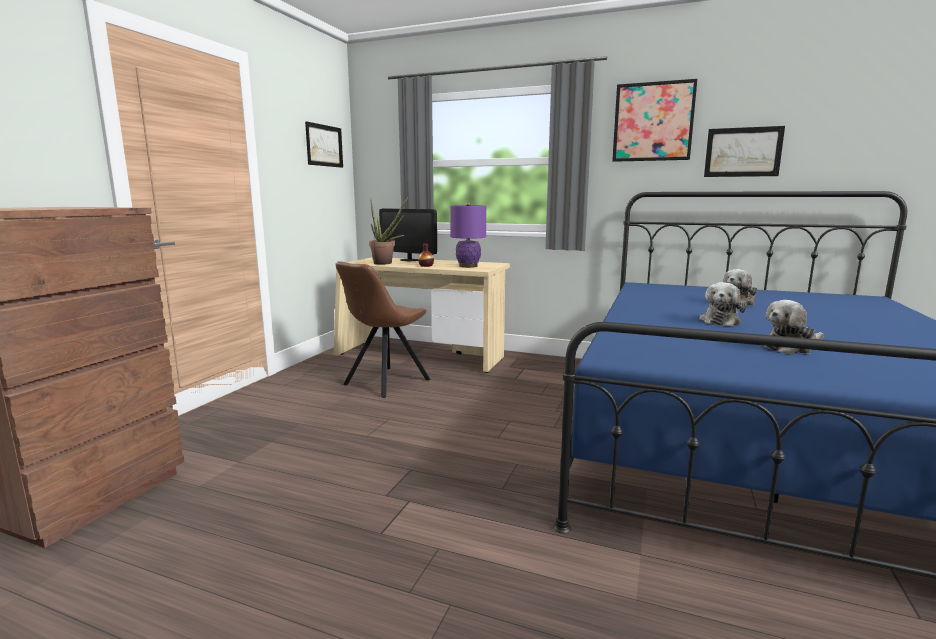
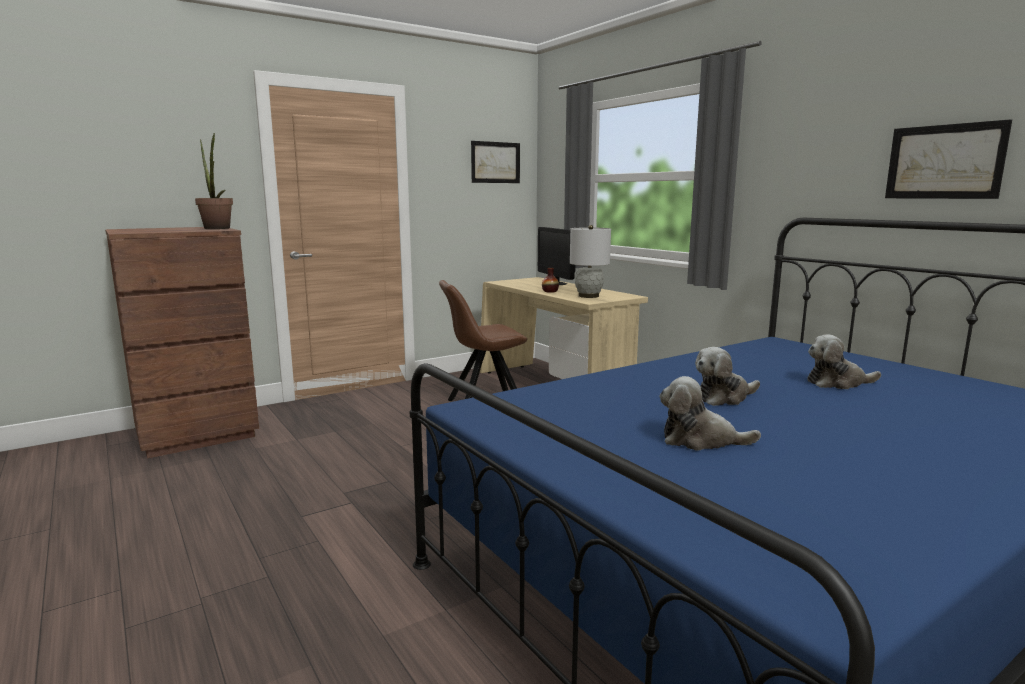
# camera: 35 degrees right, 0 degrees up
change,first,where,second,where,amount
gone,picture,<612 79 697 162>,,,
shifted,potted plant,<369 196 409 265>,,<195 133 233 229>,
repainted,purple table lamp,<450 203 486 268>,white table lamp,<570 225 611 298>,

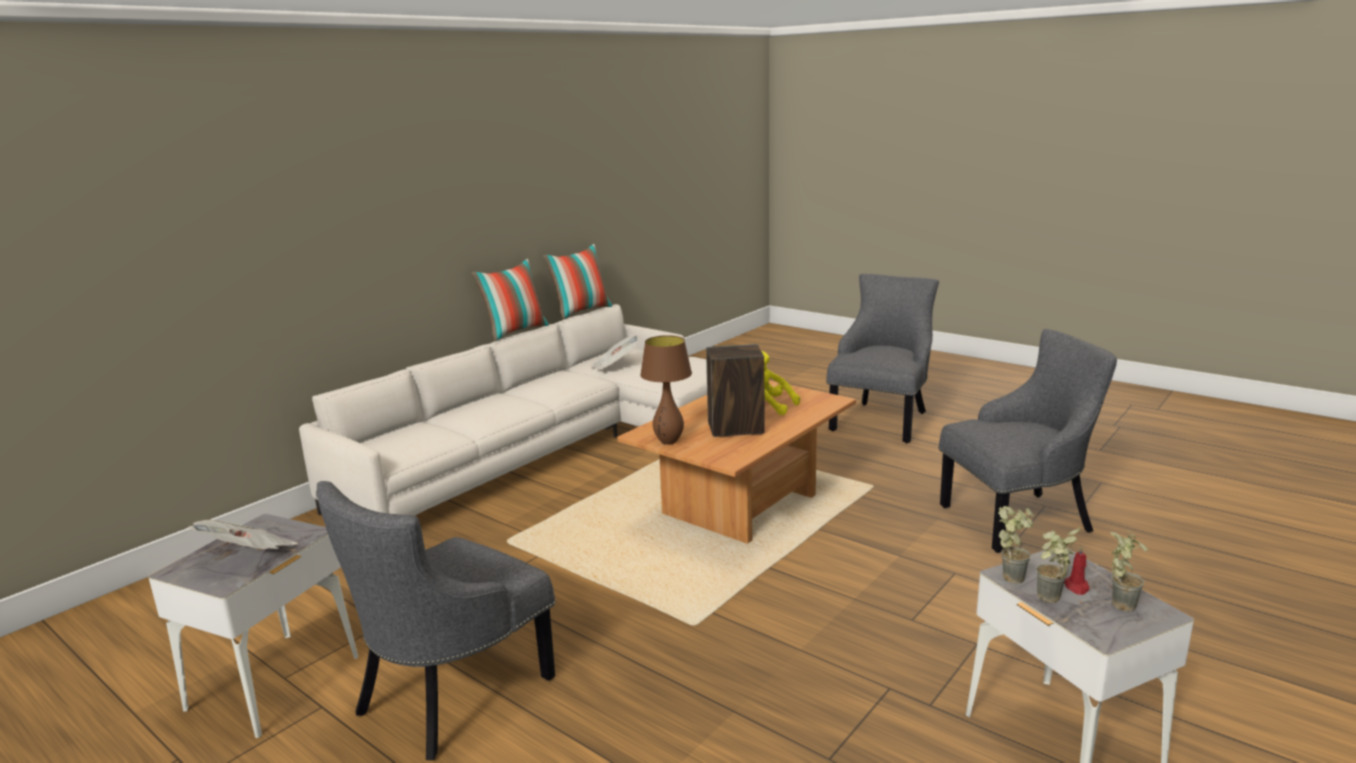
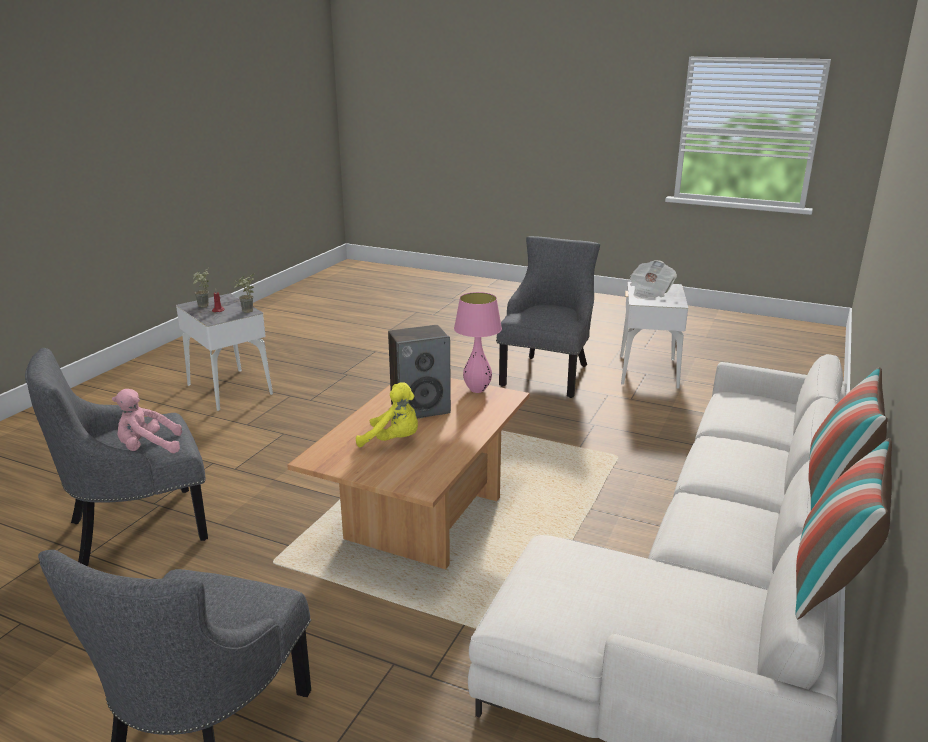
# camera: 165 degrees right, 5 degrees up
change,first,where,second,where,amount
repainted,brown table lamp,<640 335 692 445>,pink table lamp,<454 292 502 393>,
gone,newspaper,<590 336 640 370>,,,
gone,potted plant,<1036 527 1080 603>,,,
new,,,pink plush toy,<112 389 182 453>,

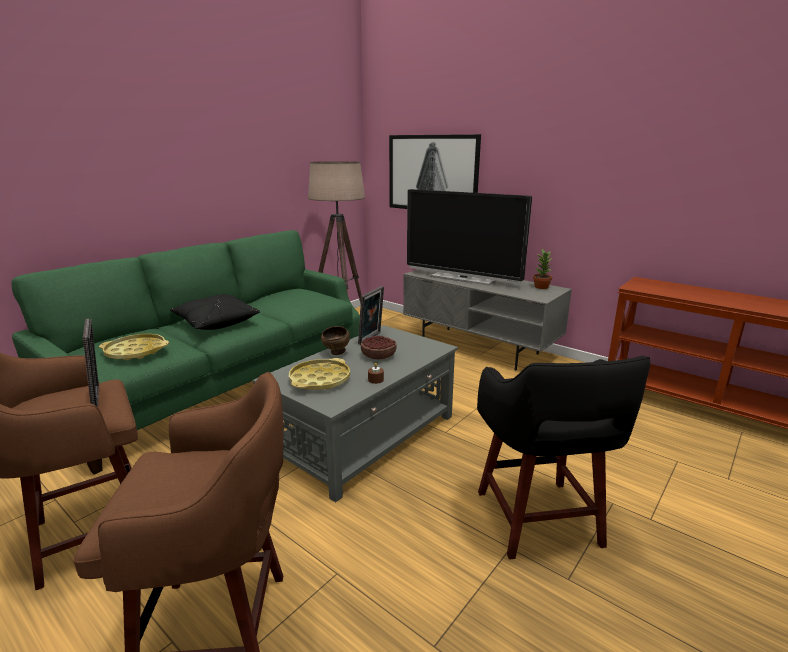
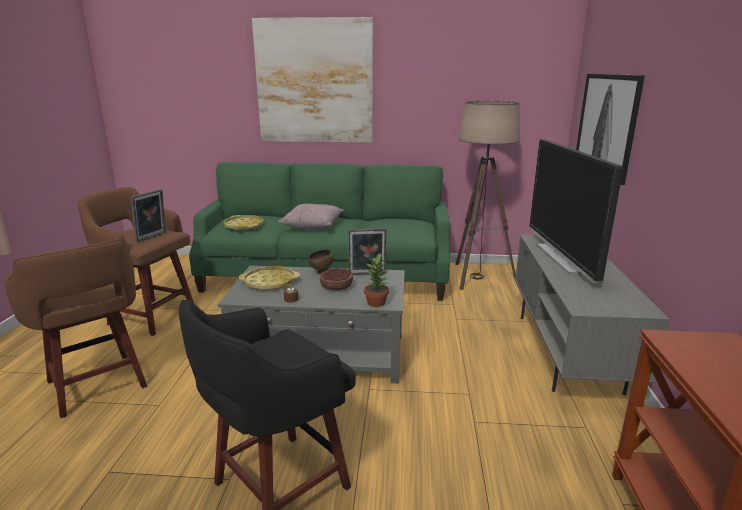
# camera: 55 degrees right, 0 degrees up
change,first,where,second,where,amount
shifted,potted plant,<533 249 552 289>,,<364 253 390 307>,
repainted,black pillow,<170 294 260 330>,purple pillow,<278 203 344 230>,
new,,,picture,<252 17 373 143>,

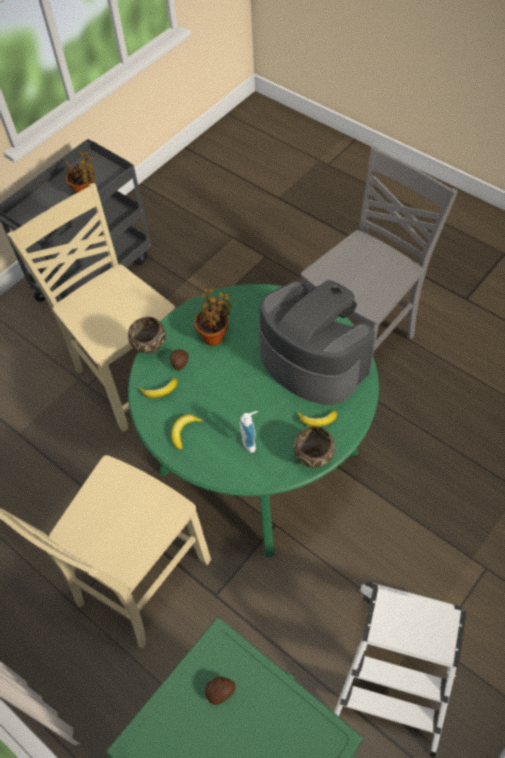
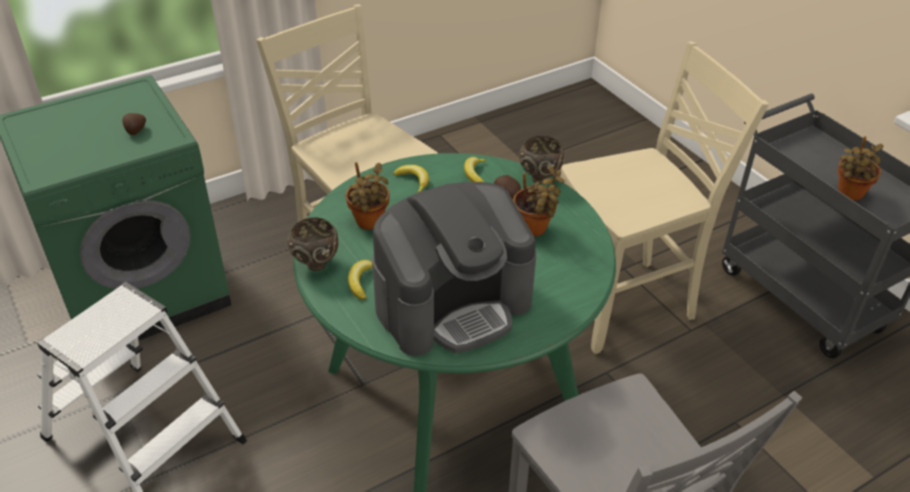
# camera: 105 degrees right, 15 degrees down
change,first,where,second,where,amount
swapped,soap dispenser,<240 411 258 453>,potted plant,<345 162 390 230>,

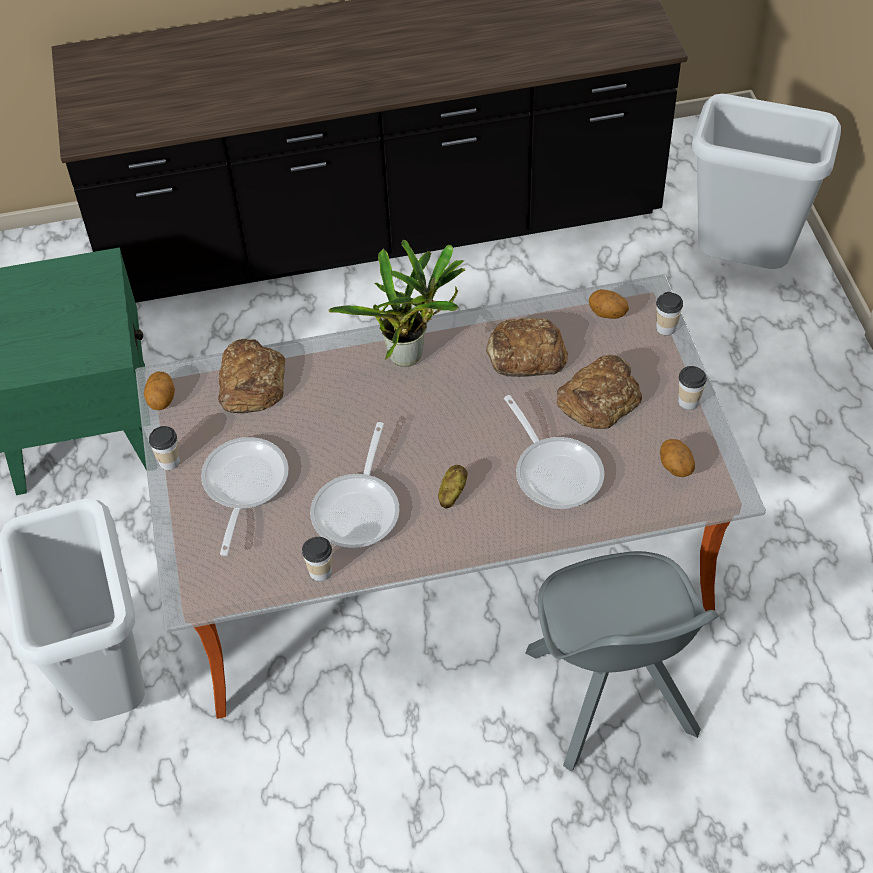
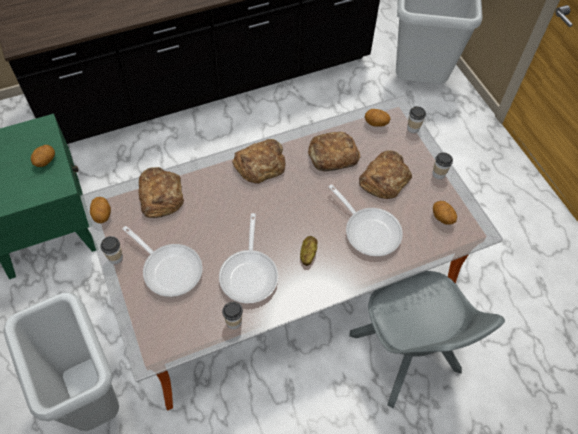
# camera: 15 degrees left, 5 degrees up
change,first,where,second,where,amount
swapped,potted plant,<328 240 465 367>,bread,<232 139 286 184>,
rotated,frying pan,<201 437 289 556>,,<122 226 203 297>,135 degrees clockwise
new,,,potato,<31 145 55 167>,

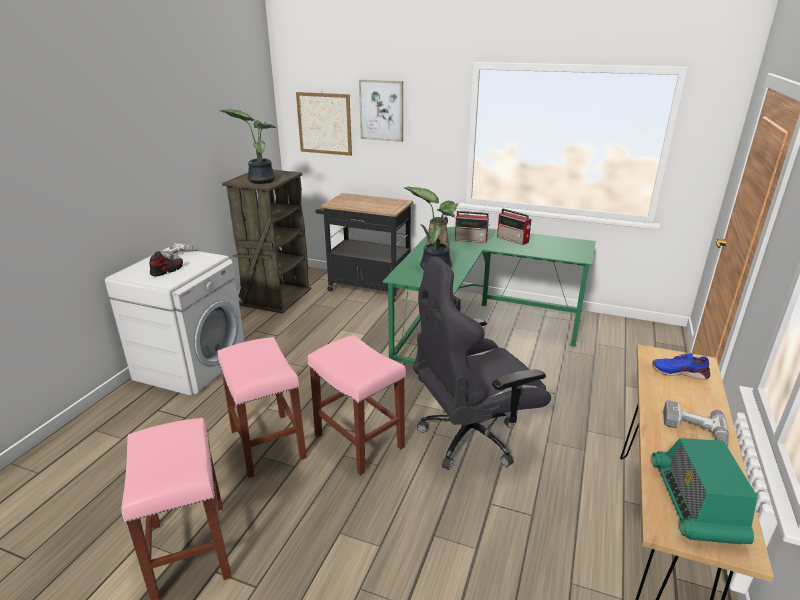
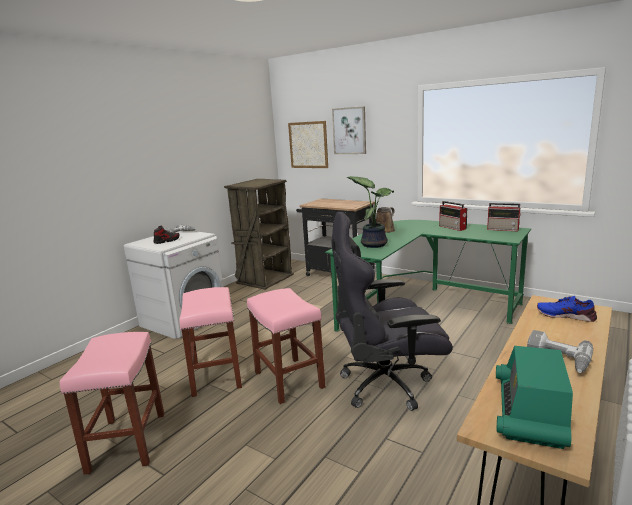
# camera: 15 degrees right, 10 degrees down
change,first,where,second,where,amount
gone,potted plant,<220 109 277 184>,,,
shifted,radio,<455 211 490 243>,,<487 203 522 231>,

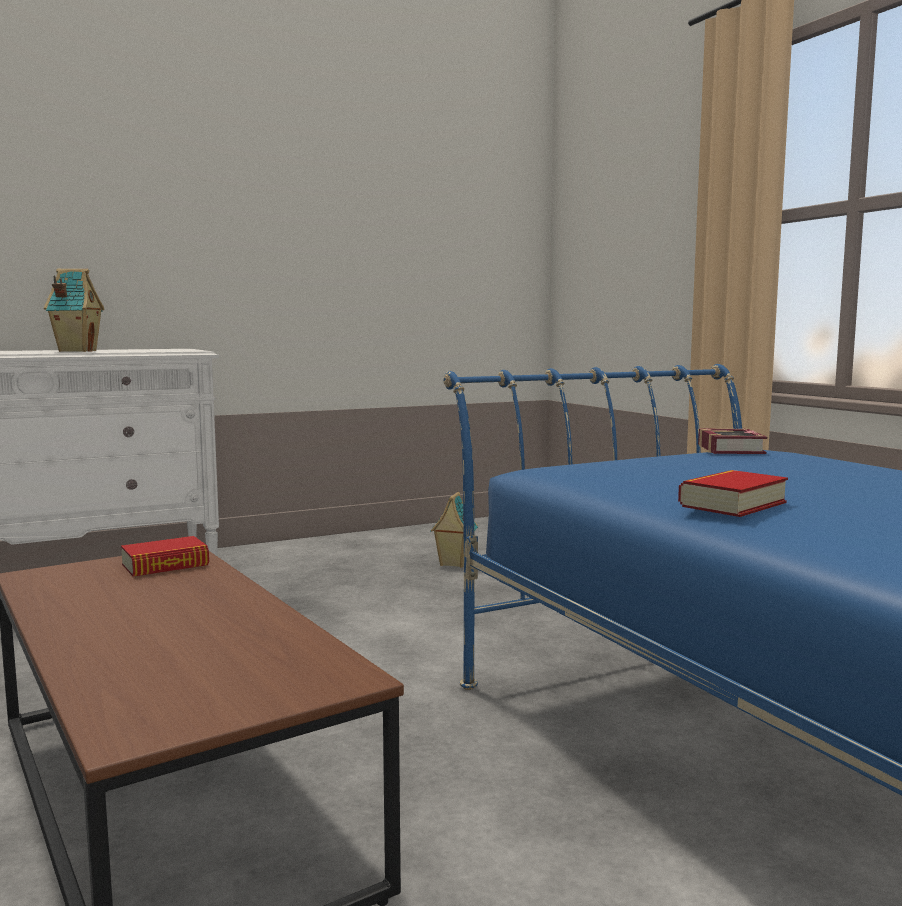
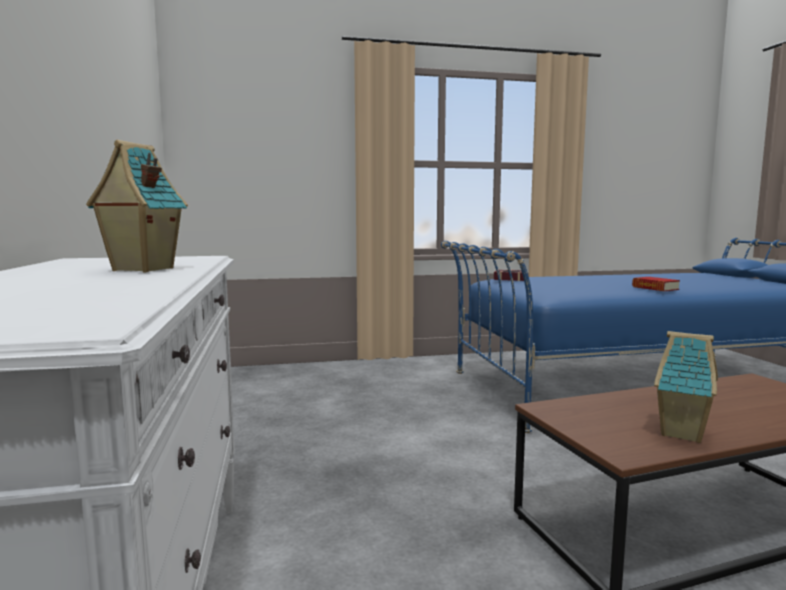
# camera: 75 degrees left, 0 degrees up
change,first,where,second,where,amount
shifted,toy house,<430 492 478 568>,,<654 331 718 443>,
gone,book,<121 536 209 577>,,,

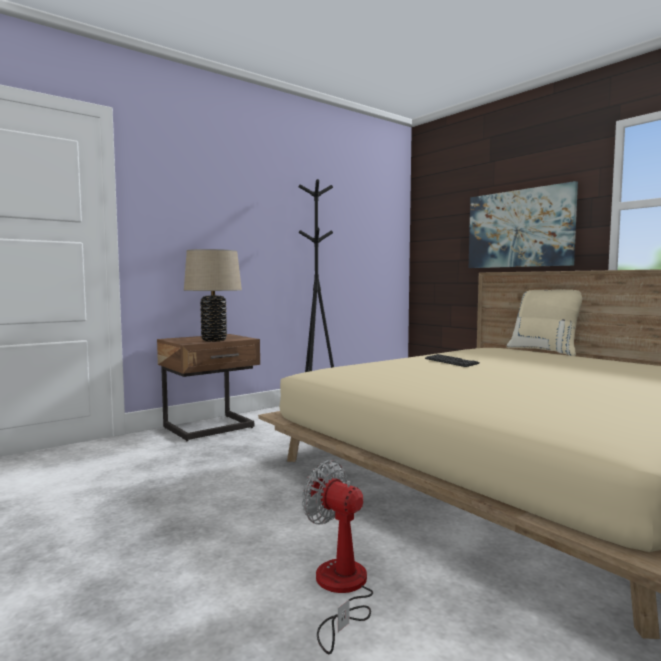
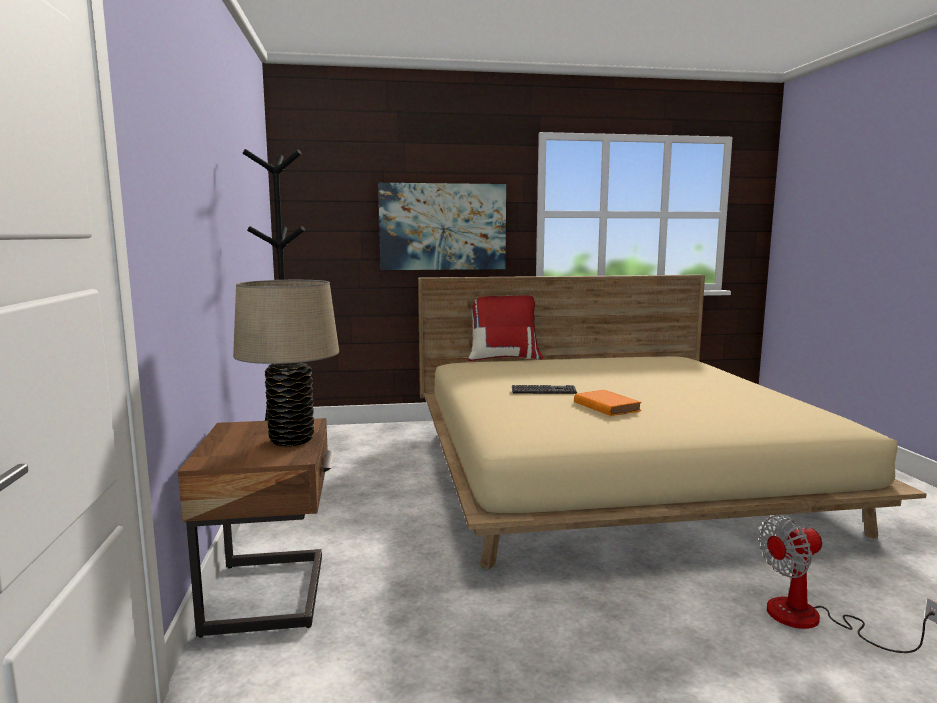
# camera: 60 degrees left, 5 degrees up
change,first,where,second,where,amount
repainted,beige pillow,<506 290 582 356>,red pillow,<468 295 543 361>,
new,,,orange book,<574 390 642 416>,

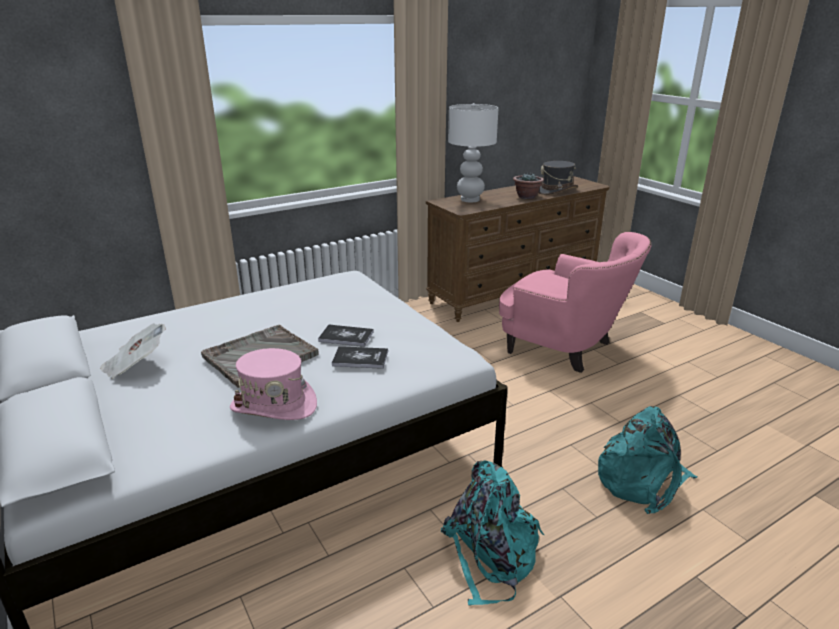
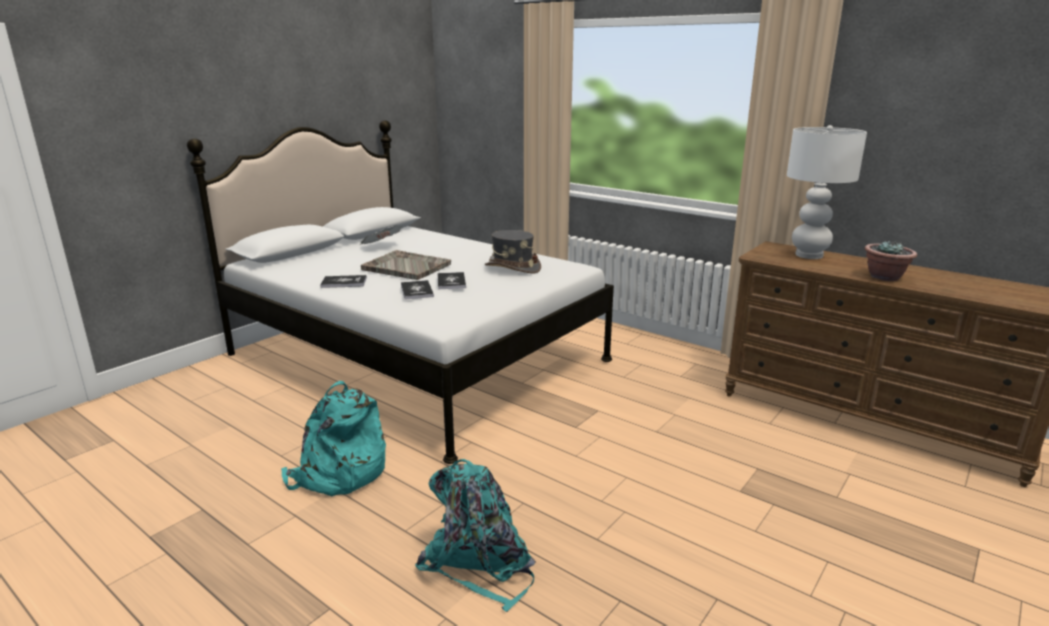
# camera: 70 degrees right, 5 degrees down
change,first,where,second,where,amount
shifted,grey hat,<538 161 578 195>,,<485 230 541 273>,
gone,pink armchair,<499 232 651 373>,,,
swapped,pink hat,<230 348 317 420>,book,<320 275 367 288>,

